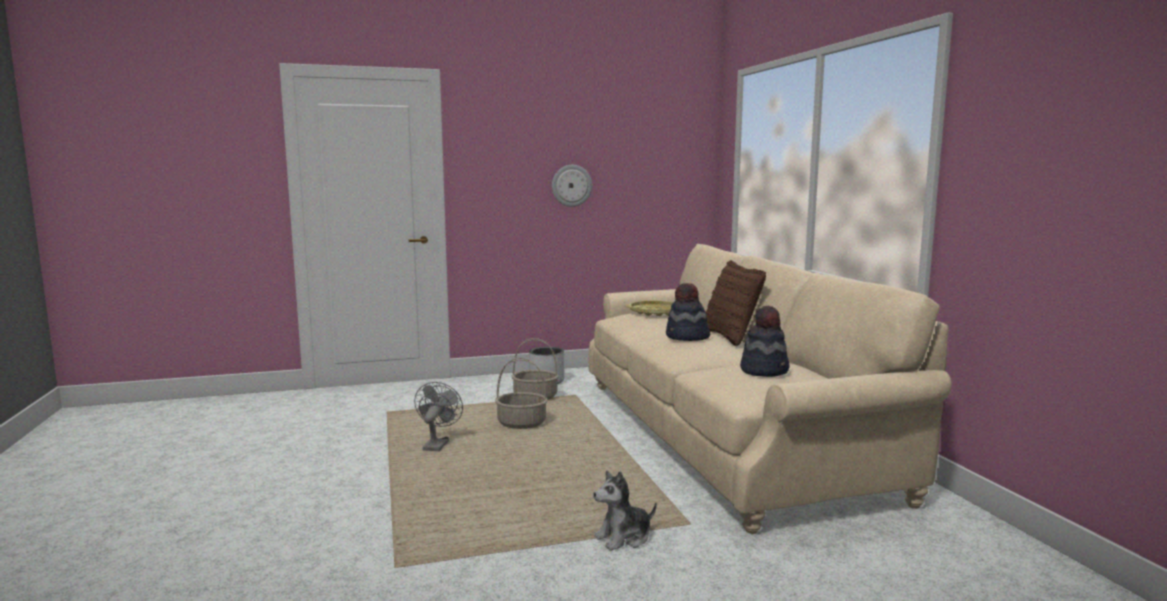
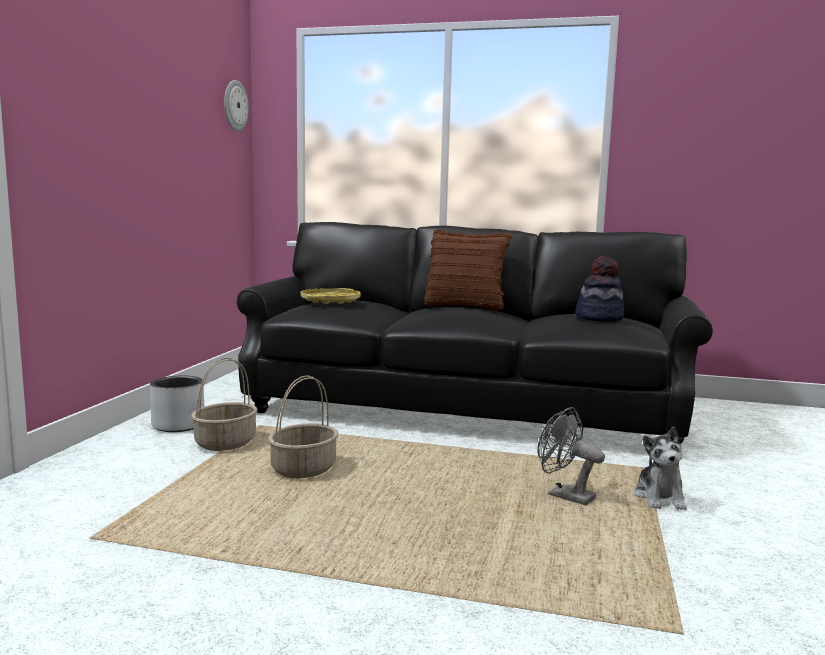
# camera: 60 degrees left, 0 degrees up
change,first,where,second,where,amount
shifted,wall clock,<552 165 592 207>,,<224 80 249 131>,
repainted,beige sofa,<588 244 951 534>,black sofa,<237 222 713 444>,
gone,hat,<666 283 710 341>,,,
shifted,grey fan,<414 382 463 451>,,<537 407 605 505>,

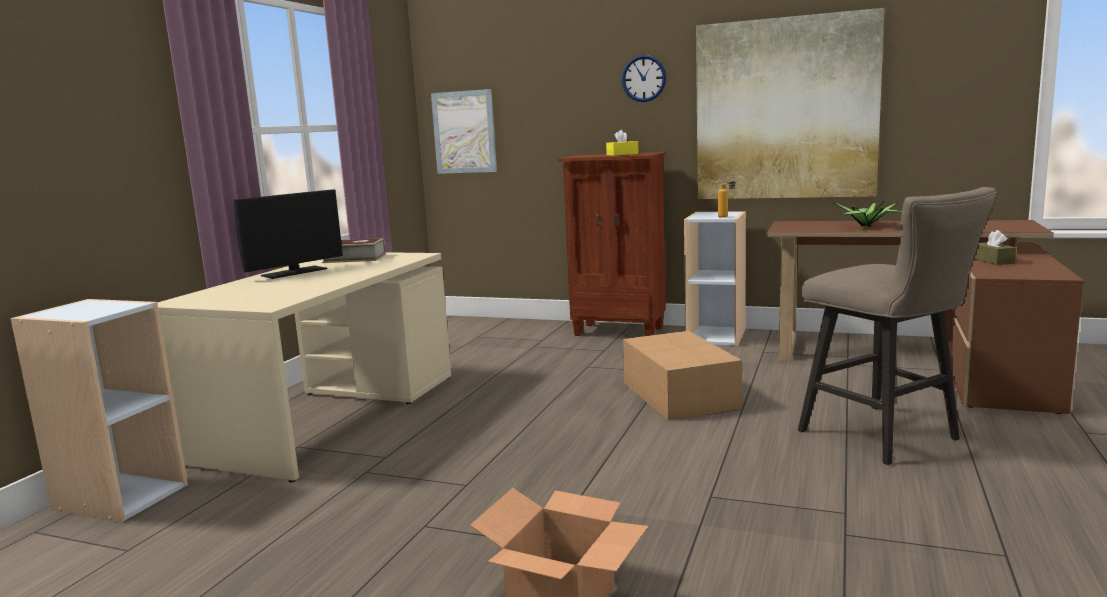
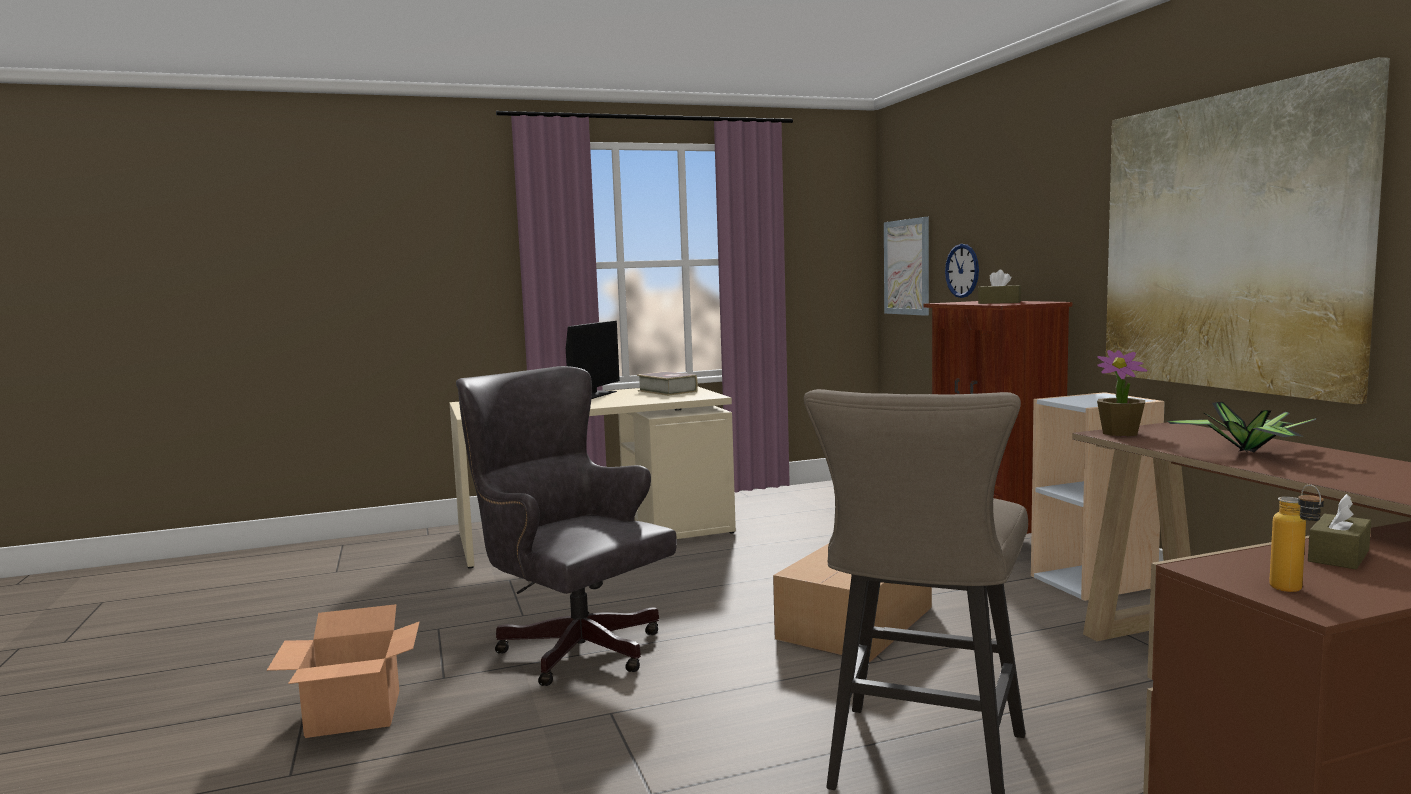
# camera: 50 degrees right, 5 degrees down
change,first,where,second,where,amount
shifted,wall clock,<622 55 666 102>,,<945 244 979 298>,
repainted,yellow tissue box,<606 130 639 156>,brown tissue box,<978 270 1021 304>,
shifted,bottle,<718 176 736 218>,,<1269 485 1324 592>,
rotated,monitor,<234 189 343 279>,,<566 321 620 399>,75 degrees counterclockwise
gone,bookcase,<11 299 188 523>,,,
new,,,potted plant,<1097 350 1147 437>,
new,,,grey office chair,<456 366 677 686>,

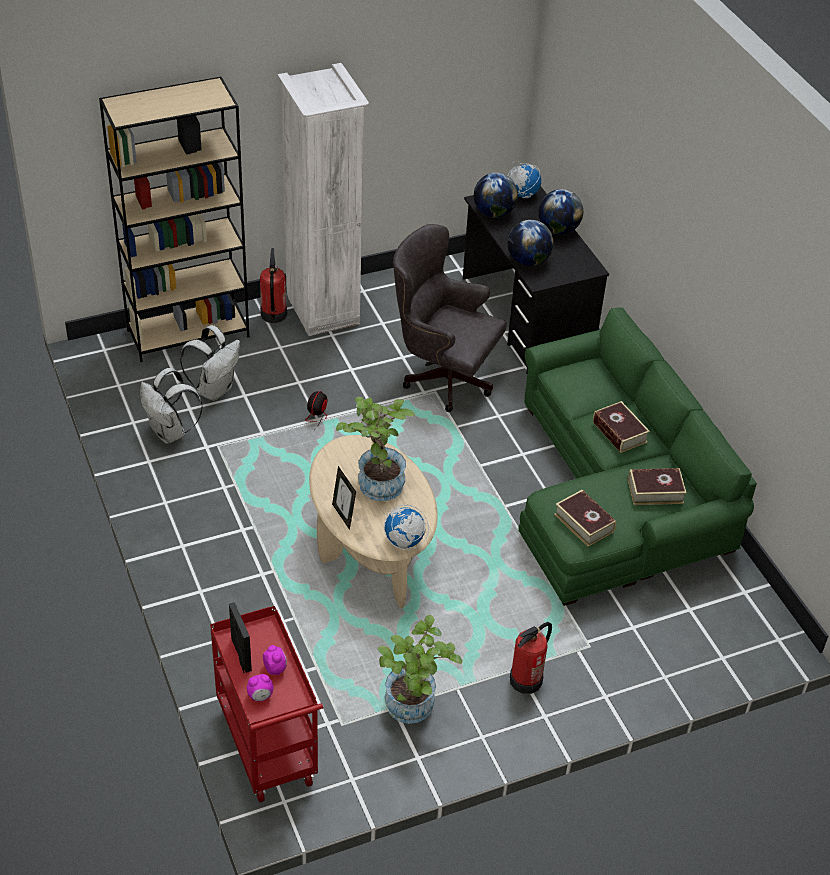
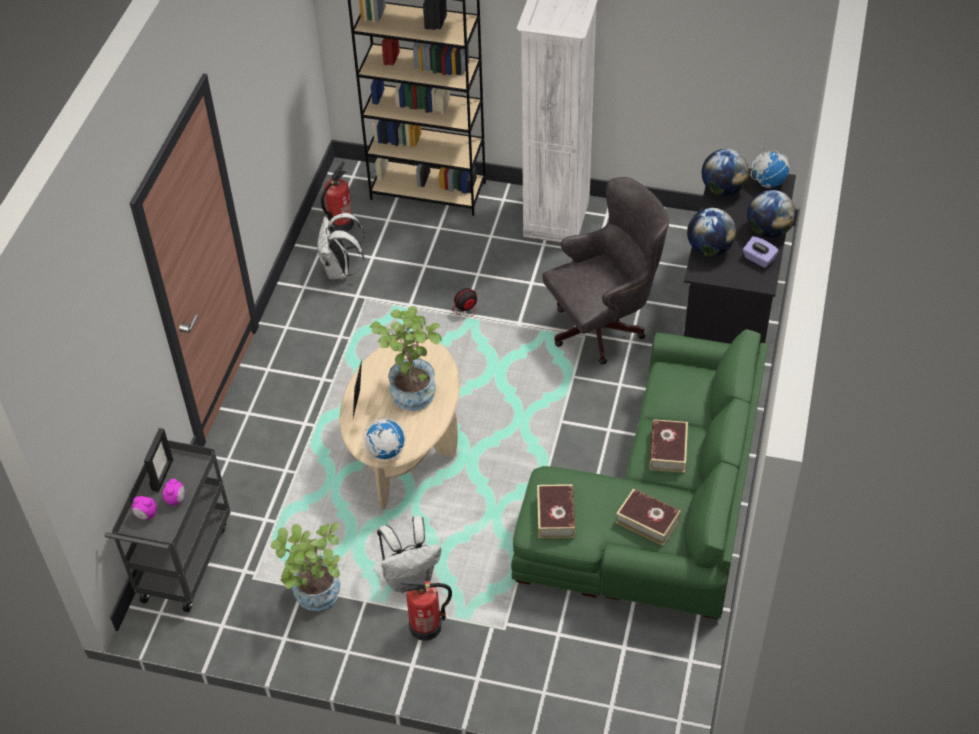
# camera: 40 degrees right, 5 degrees up
change,first,where,second,where,amount
rotated,grey office chair,<393 224 507 412>,,<542 177 669 365>,90 degrees clockwise
shifted,fire extinguisher,<260 248 287 323>,,<321 162 354 231>,
shifted,white backpack,<180 325 240 401>,,<377 516 441 592>,
repainted,red cart,<210 606 323 802>,grey cart,<104 440 231 612>,
new,,,purple tissue box,<743 236 779 268>,

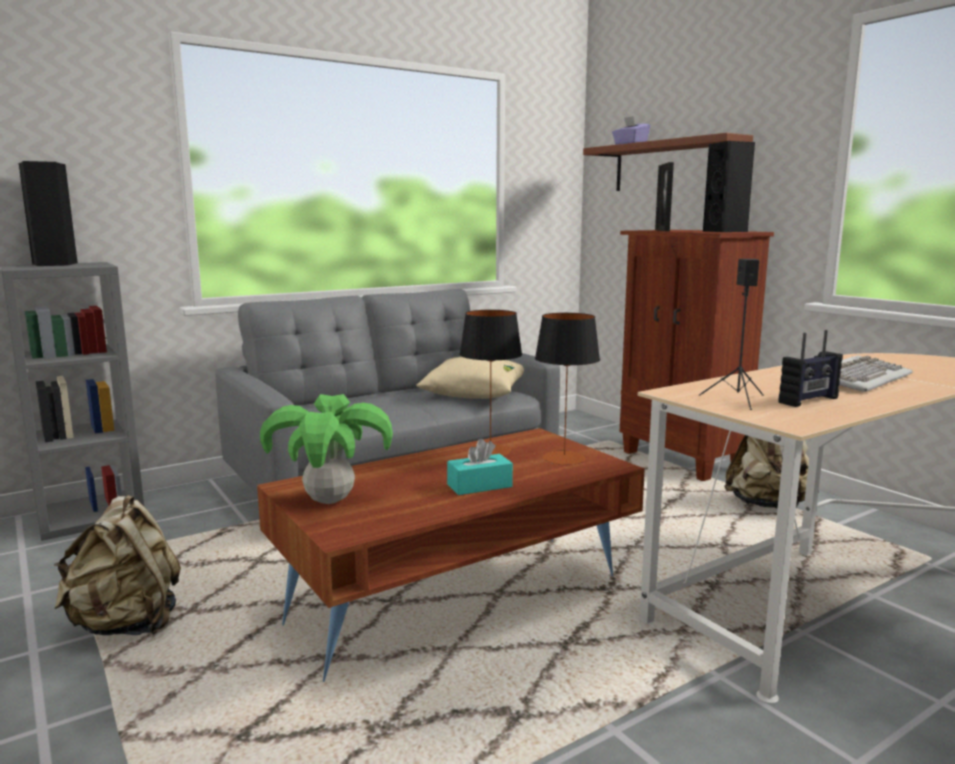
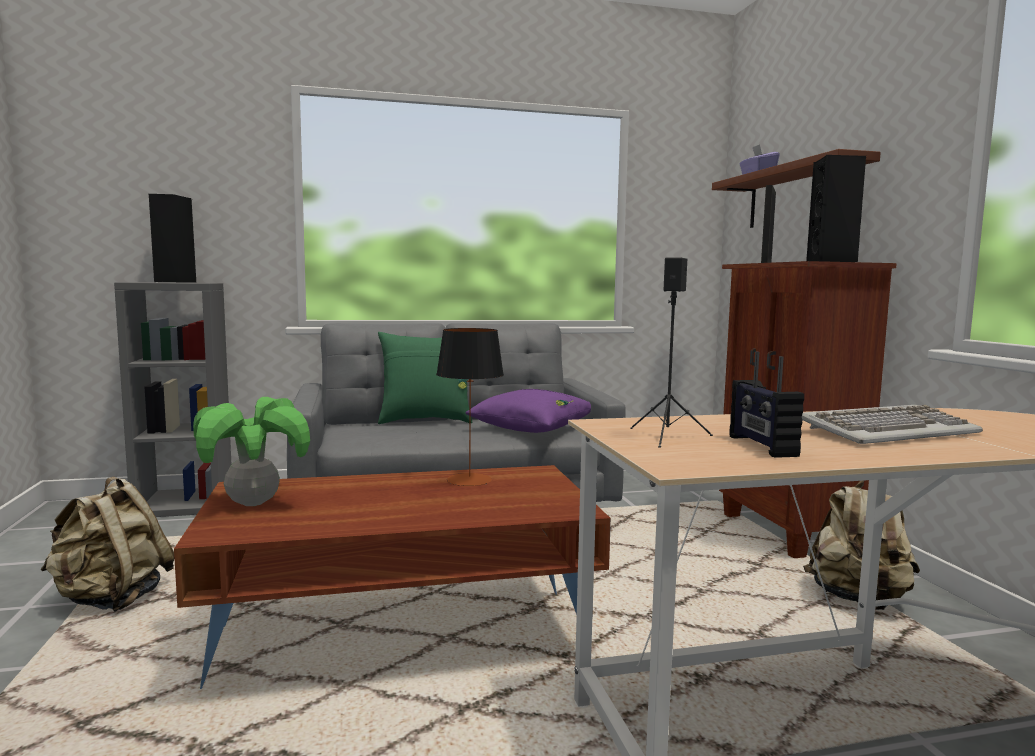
# camera: 20 degrees right, 5 degrees down
change,first,where,second,where,amount
gone,table lamp,<535 313 600 465>,,,
rotated,radio,<779 330 843 407>,,<729 352 804 458>,90 degrees clockwise
repainted,beige pillow,<416 357 524 399>,purple pillow,<466 389 591 433>,
gone,turquoise tissue box,<447 439 513 495>,,,
new,,,green pillow,<378 332 472 424>,

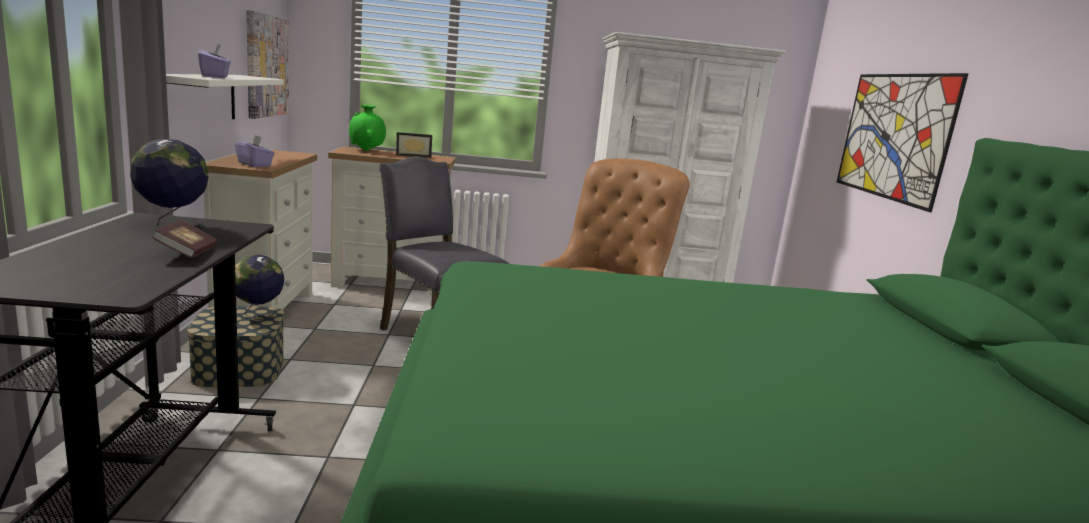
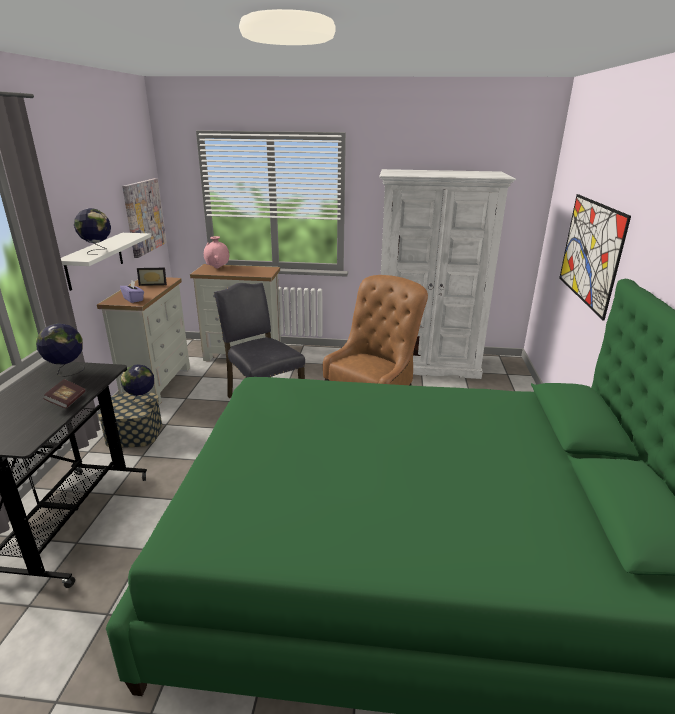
# camera: 10 degrees right, 10 degrees up
change,first,where,second,where,amount
swapped,purple tissue box,<198 44 231 78>,globe,<74 208 111 255>,
repainted,green vase,<349 105 386 151>,pink vase,<204 236 229 269>,
shifted,picture frame,<396 132 432 158>,,<137 268 167 286>,

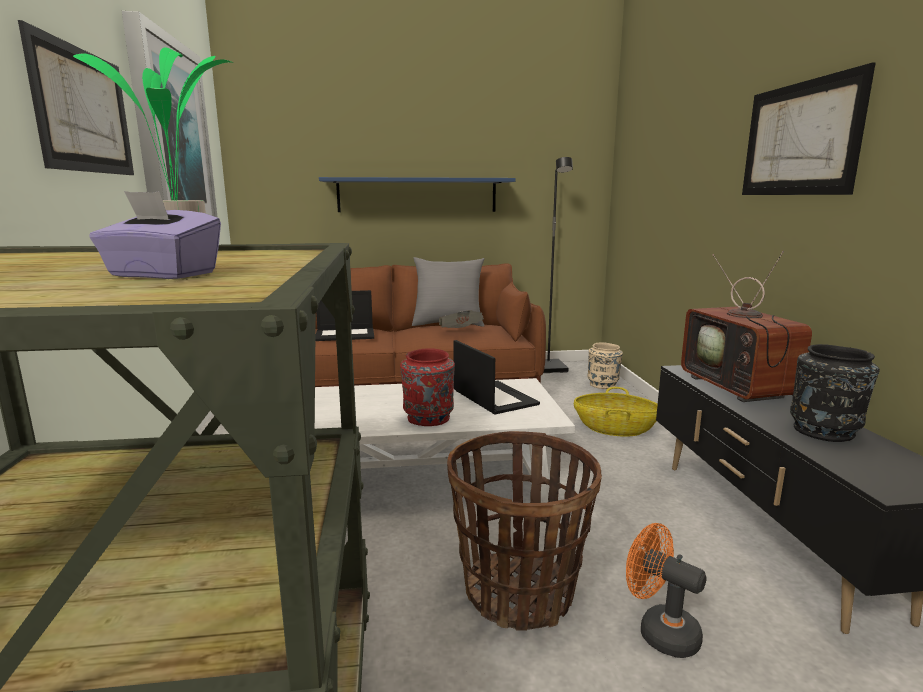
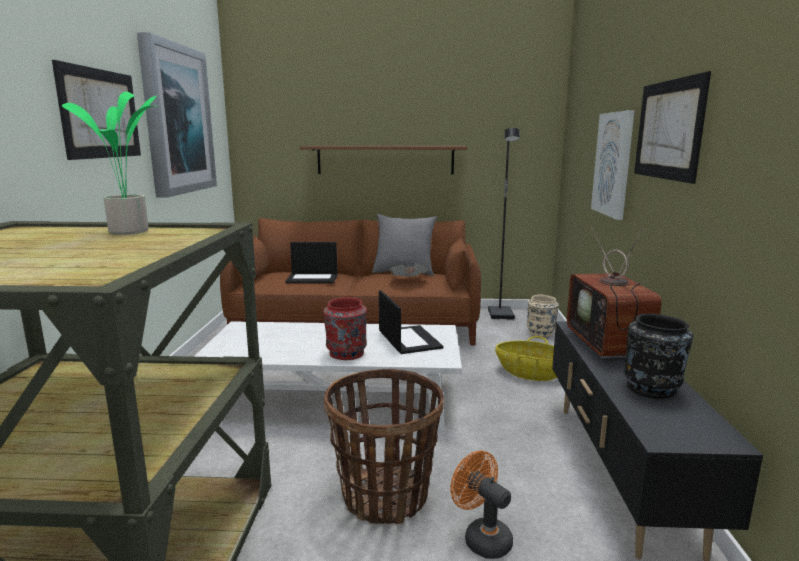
# camera: 10 degrees right, 0 degrees up
change,first,where,second,where,amount
repainted,blue shelf,<319 177 516 212>,brown shelf,<300 146 467 174>,
gone,purple tissue box,<89 191 221 279>,,,
new,,,picture,<591 110 635 220>,

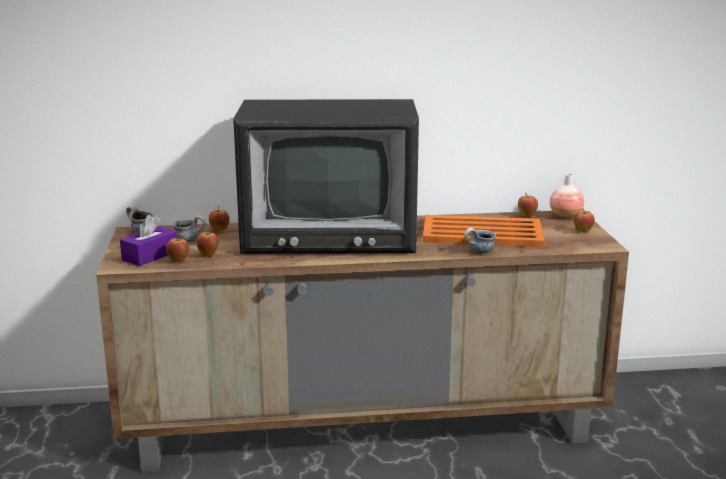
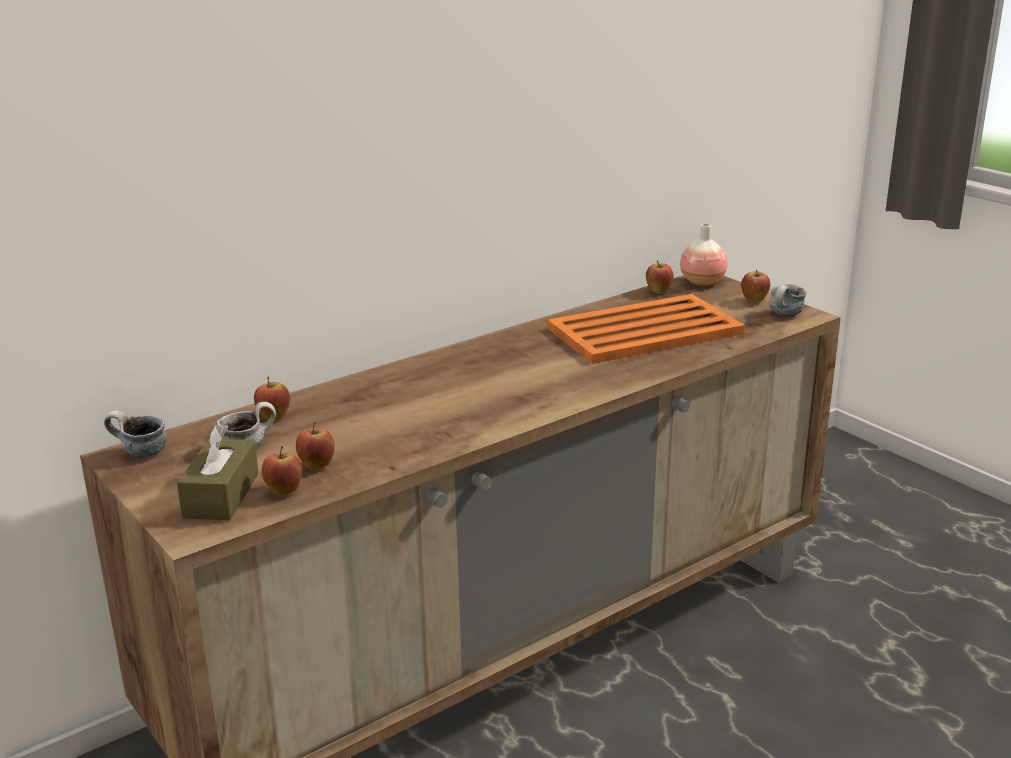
# camera: 30 degrees left, 5 degrees up
change,first,where,second,where,amount
gone,television,<233 99 419 254>,,,
repainted,purple tissue box,<120 215 177 266>,brown tissue box,<177 424 259 520>,
shifted,mug,<464 228 496 253>,,<770 284 807 317>,

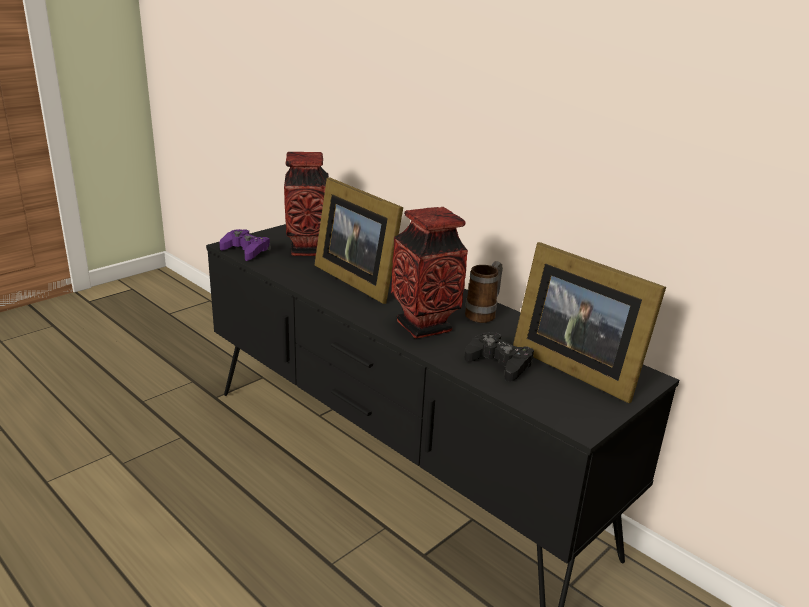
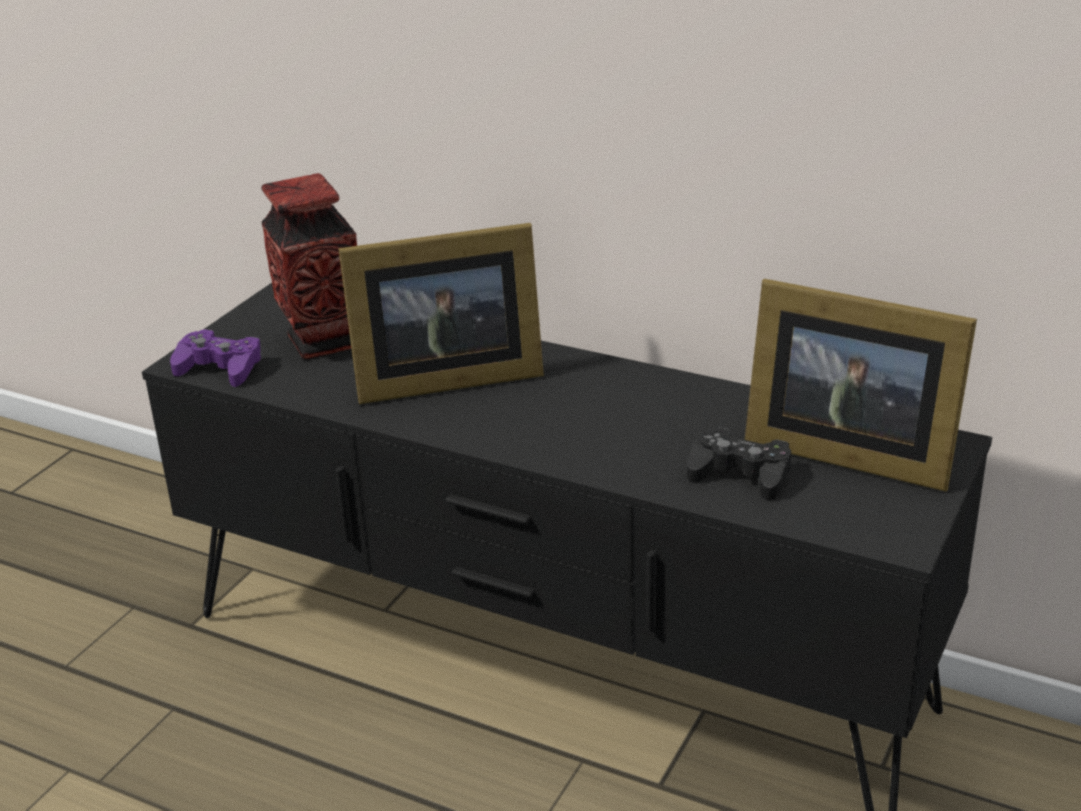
# camera: 15 degrees left, 5 degrees up
change,first,where,second,where,amount
rotated,picture frame,<314 178 403 304>,,<338 223 544 404>,45 degrees counterclockwise
gone,vase,<391 207 468 338>,,,
gone,mug,<465 261 503 323>,,,

